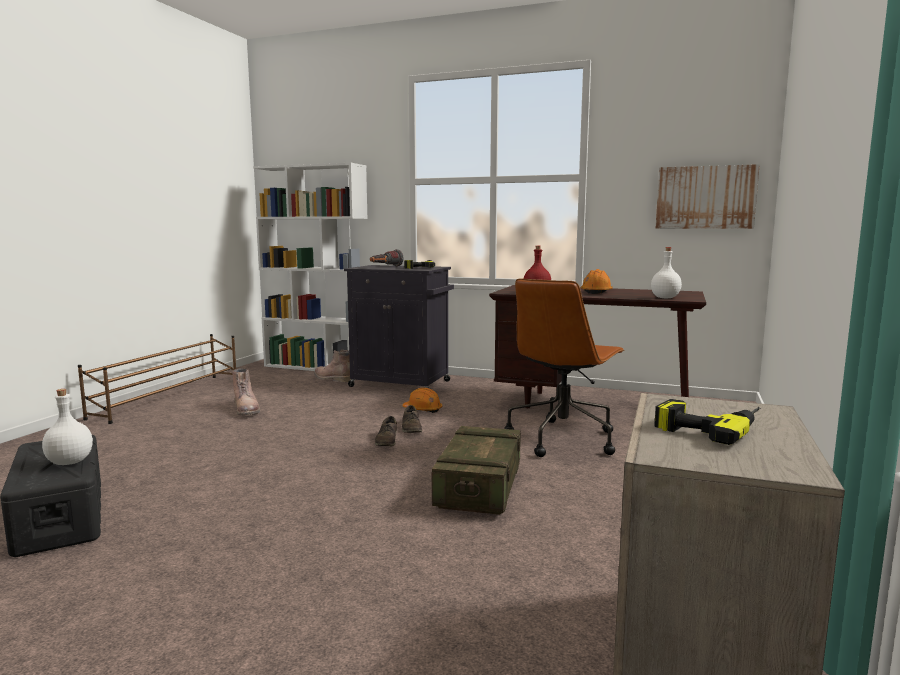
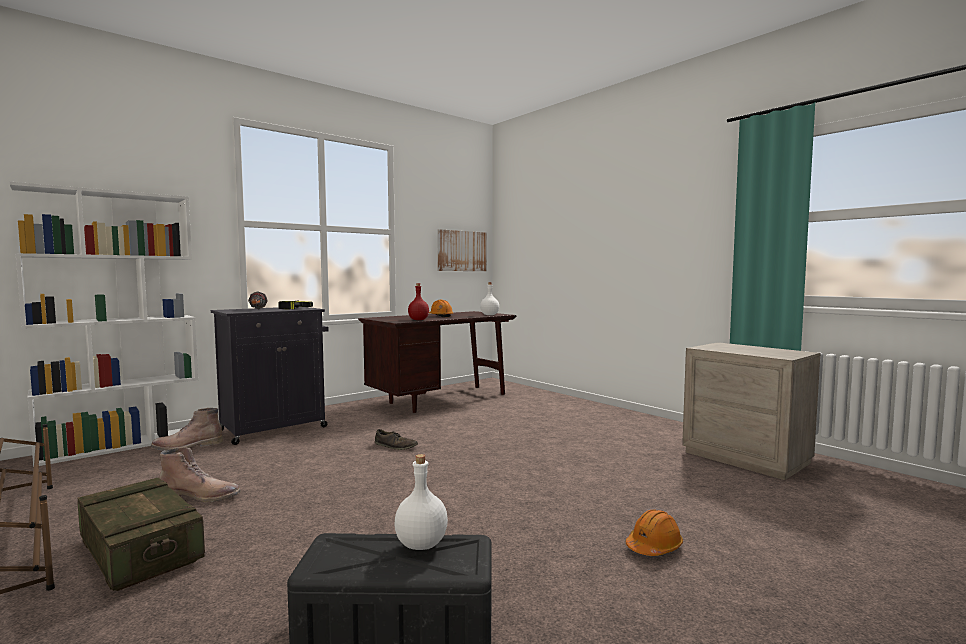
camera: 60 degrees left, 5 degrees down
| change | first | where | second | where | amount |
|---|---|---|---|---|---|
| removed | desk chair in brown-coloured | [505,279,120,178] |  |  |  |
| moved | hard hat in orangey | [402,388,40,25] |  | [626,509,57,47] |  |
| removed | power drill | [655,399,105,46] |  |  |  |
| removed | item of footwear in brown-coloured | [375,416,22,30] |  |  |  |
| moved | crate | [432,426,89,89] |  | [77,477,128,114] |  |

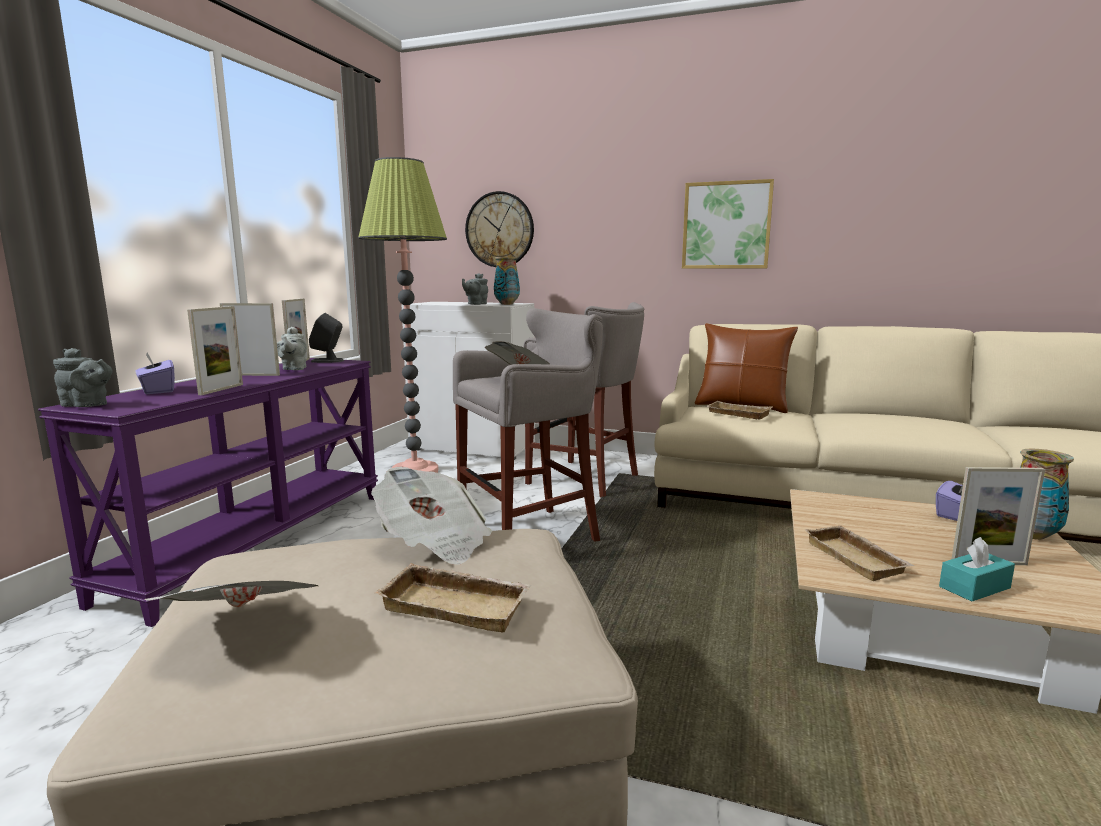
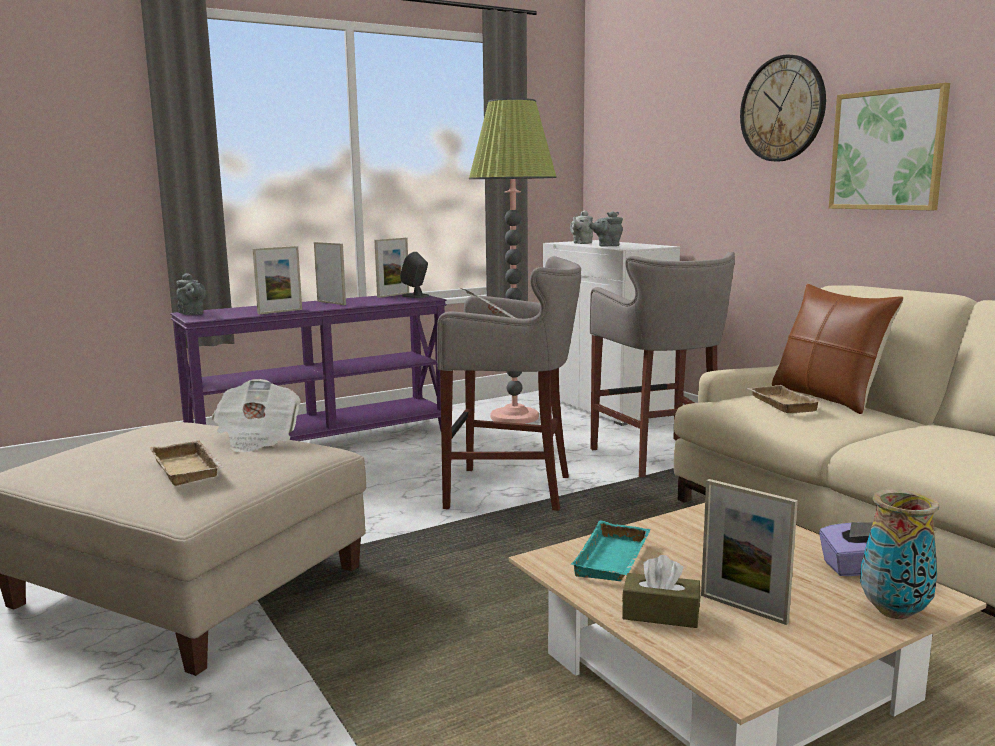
camera: 40 degrees right, 0 degrees up
| change | first | where | second | where | amount |
|---|---|---|---|---|---|
| moved | wall clock | [465,191,69,76] |  | [740,54,86,107] |  |
| removed | flower vase | [494,257,26,48] |  |  |  |
| moved | pot for tea in greyish | [277,327,30,43] |  | [570,210,23,34] |  |
| removed | box of tissues in purple | [136,353,39,41] |  |  |  |
| recoloured | serving tray in beige | [805,525,110,56] | serving tray in blue-green | [571,520,79,61] |  |
| recoloured | box of tissues in blue-green | [939,537,76,65] | box of tissues in brown-coloured | [622,555,78,73] |  |
| removed | daily paper | [144,581,174,26] |  |  |  |

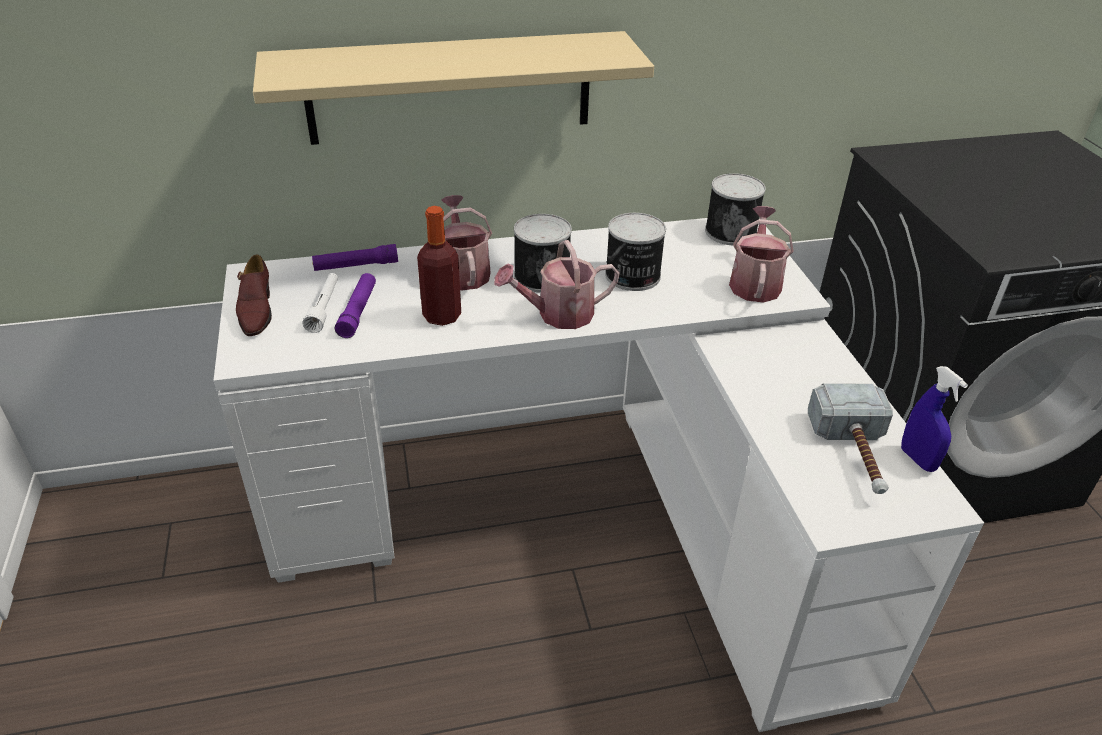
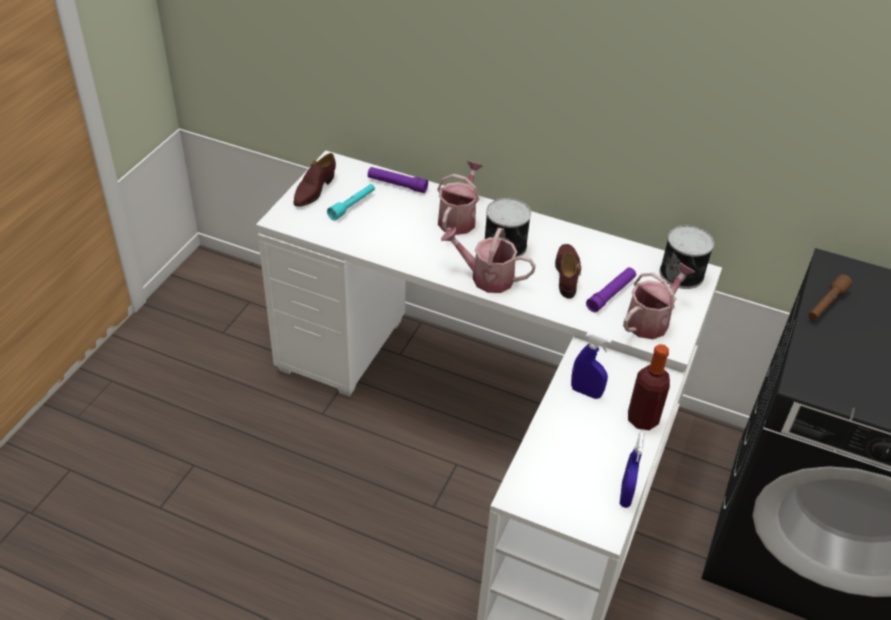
camera: 35 degrees right, 5 degrees up
| change | first | where | second | where | amount |
|---|---|---|---|---|---|
| removed | bracket shelf in beige | [253,31,401,114] |  |  |  |
| moved | bottle | [417,206,44,120] |  | [628,344,42,86] |  |
| replaced | metal can | [605,213,61,78] | item of footwear in brown-coloured | [555,244,26,55] |  |
| recoloured | flashlight in whitish | [302,273,36,60] | flashlight in blue-green | [327,184,48,37] |  |
| moved | flashlight in purple | [335,273,41,65] |  | [586,267,50,45] |  |
| removed | tool hammer | [808,383,85,111] |  |  |  |
| added |  |  | flashlight in brown-coloured | [808,274,44,46] |  |
| added |  |  | sprayer in bluish | [571,333,40,66] |  |

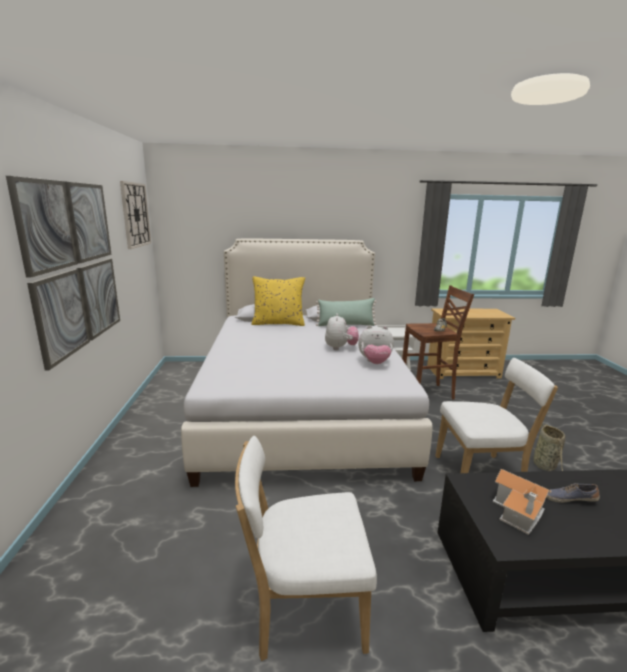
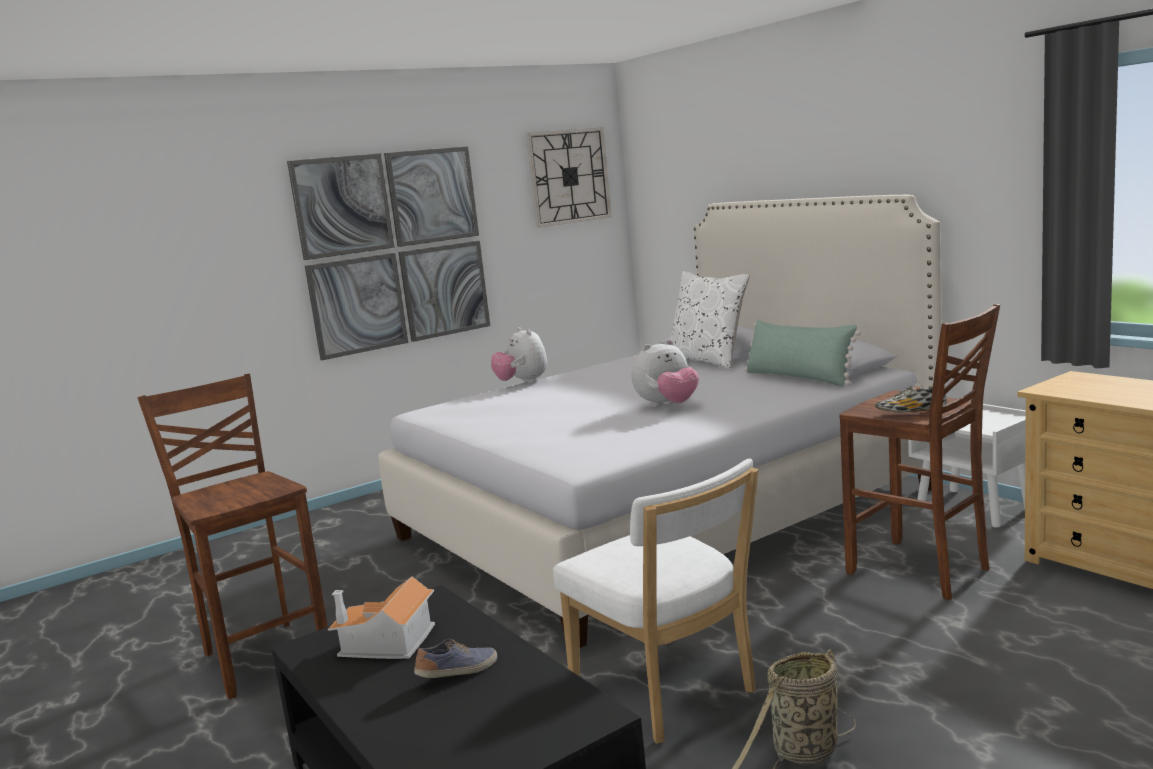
camera: 60 degrees right, 5 degrees down
| change | first | where | second | where | amount |
|---|---|---|---|---|---|
| recoloured | throw pillow in yellow-coloured | [251,276,54,50] | throw pillow in whitish | [671,271,79,98] |  |
| moved | plush toy | [358,325,36,39] |  | [491,327,56,57] |  |
| replaced | upright chair in whitish | [235,436,142,225] | sitting stool in brown-coloured | [137,374,191,325] |  |
| turned | item of footwear | [546,483,54,20] |  | [414,639,83,39] | 75 degrees clockwise |

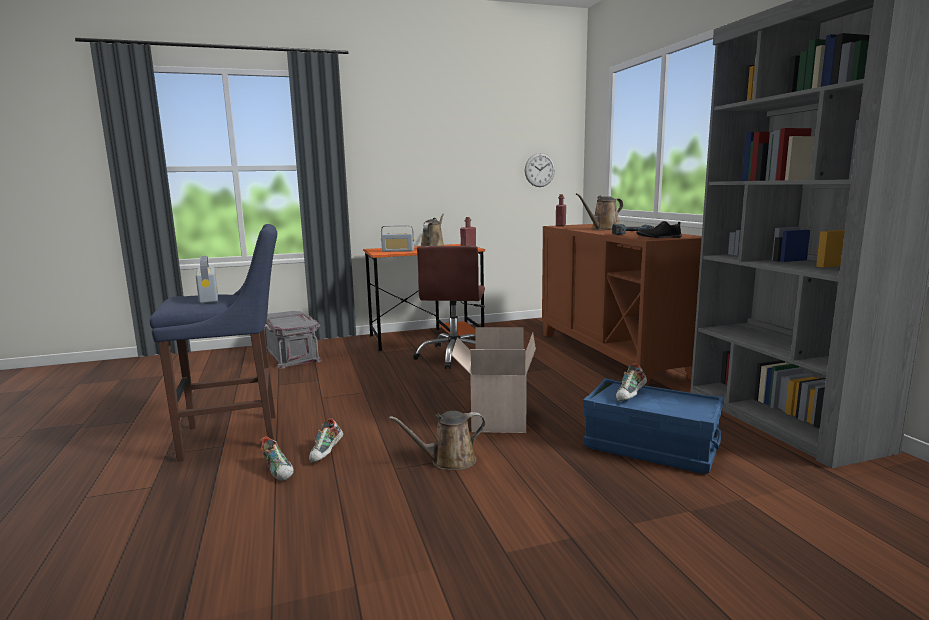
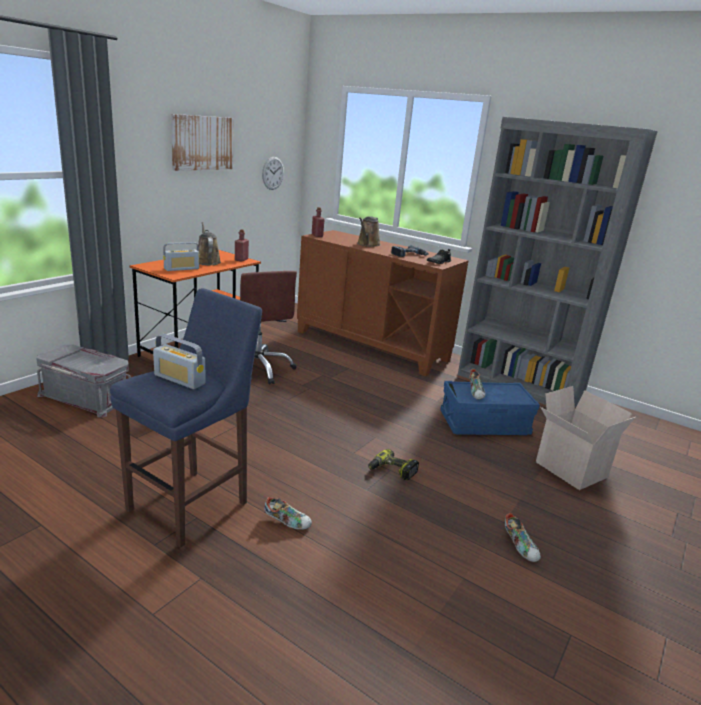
camera: 40 degrees left, 10 degrees up
| change | first | where | second | where | amount |
|---|---|---|---|---|---|
| moved | carton | [451,327,85,106] |  | [536,386,100,104] |  |
| replaced | sprinkling can in brown-coloured | [389,411,97,59] | power drill | [368,449,51,32] |  |
| moved | item of footwear | [309,418,34,45] |  | [505,513,36,49] |  |
| added |  |  | wall art | [171,114,63,57] |  |

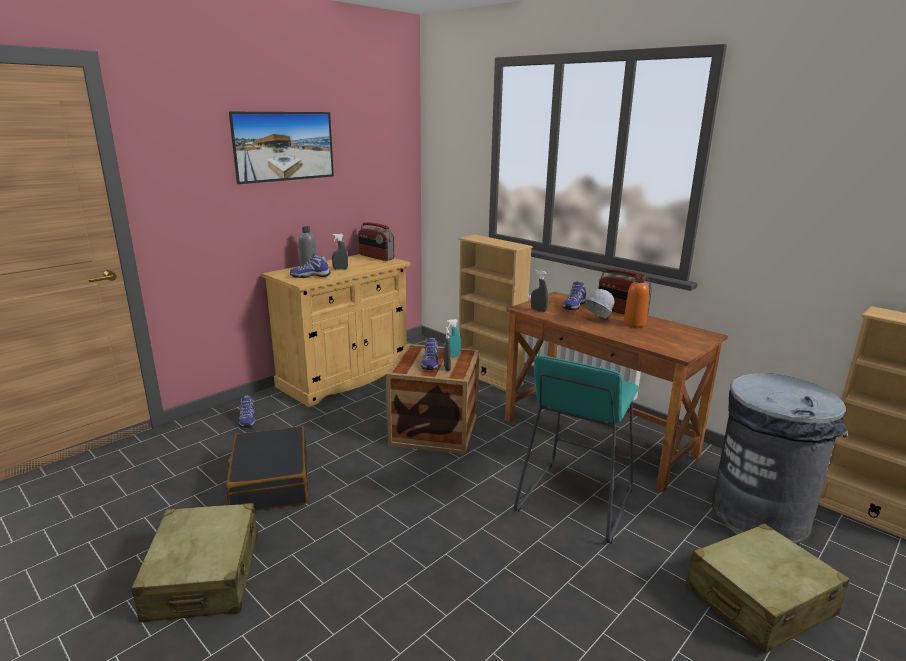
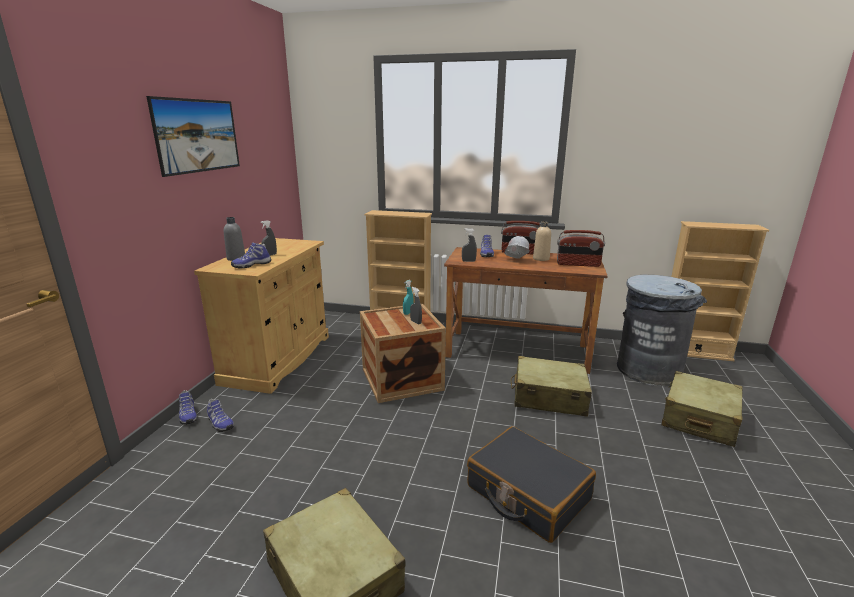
camera: 30 degrees left, 0 degrees up
| change | first | where | second | where | amount |
|---|---|---|---|---|---|
| moved | radio | [358,222,36,39] |  | [557,230,48,37] |  |
| recoloured | bottle in orangey | [623,274,26,54] | bottle in beige | [533,221,18,40] |  |
| moved | item of footwear | [421,338,18,32] |  | [179,390,18,35] |  |
| replaced | sitting stool in blue-green | [514,355,125,188] | travel case in beige | [510,356,82,61] |  |
| moved | travel case in black-coloured | [226,426,82,85] |  | [467,426,129,117] |  |

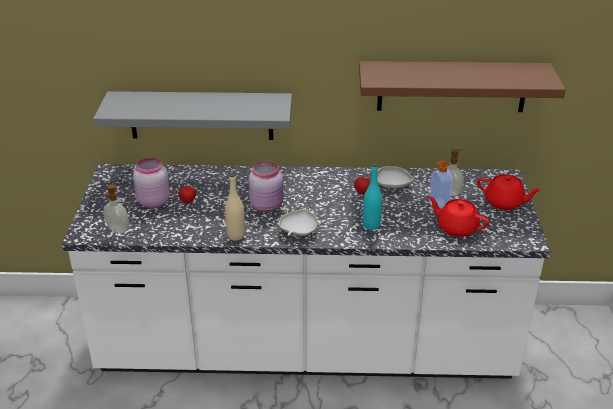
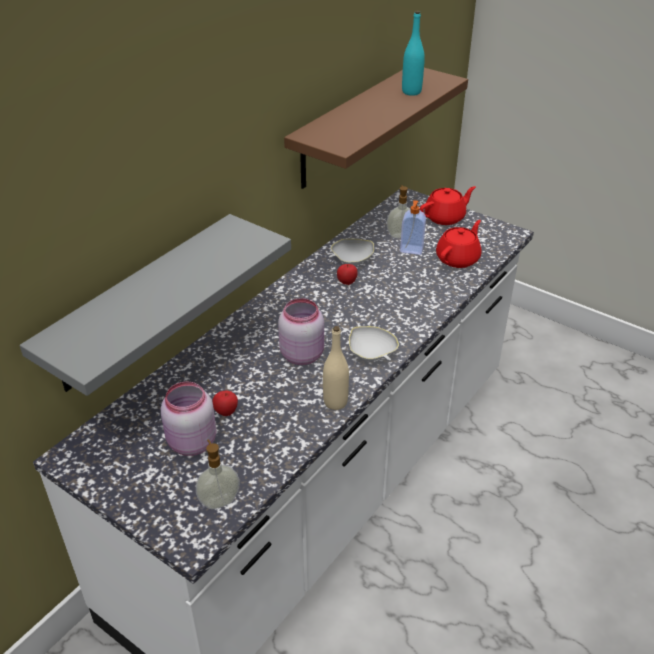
camera: 55 degrees left, 5 degrees up
| change | first | where | second | where | amount |
|---|---|---|---|---|---|
| moved | bottle in blue-green | [363,164,19,66] |  | [402,11,23,85] |  |
| turned | pot for tea in red-coloured | [428,196,61,41] |  | [436,220,46,48] | 150 degrees clockwise |

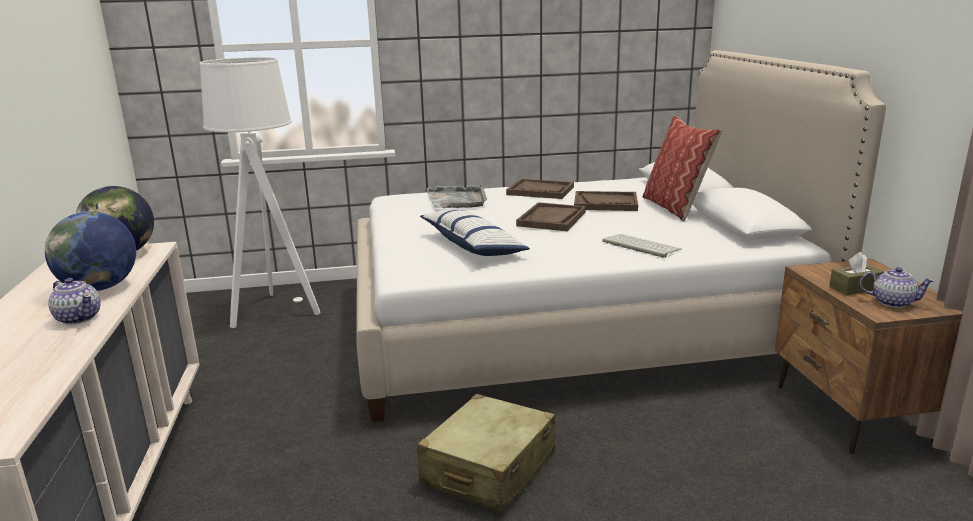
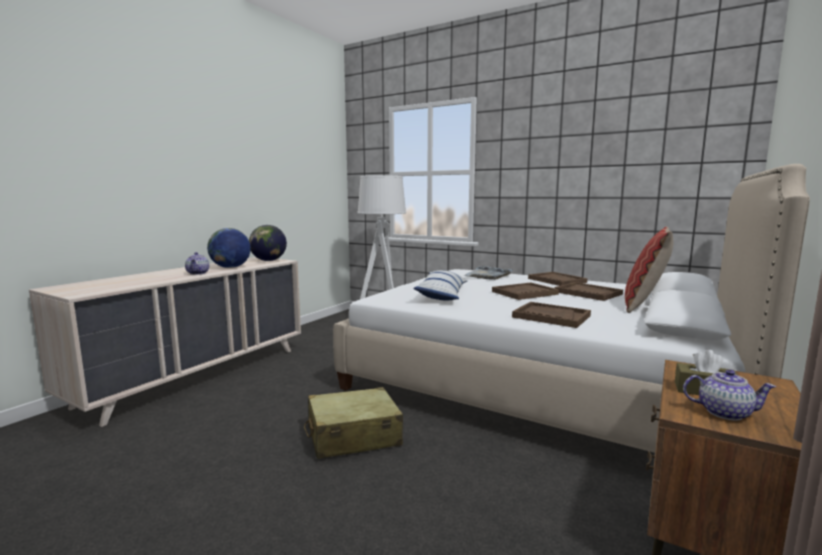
camera: 40 degrees right, 10 degrees down
| change | first | where | second | where | amount |
|---|---|---|---|---|---|
| replaced | computer keyboard | [602,234,80,24] | serving tray in brown-coloured | [512,302,79,26] |  |
| turned | pot for tea | [860,267,75,41] |  | [683,369,93,52] | 45 degrees counterclockwise |

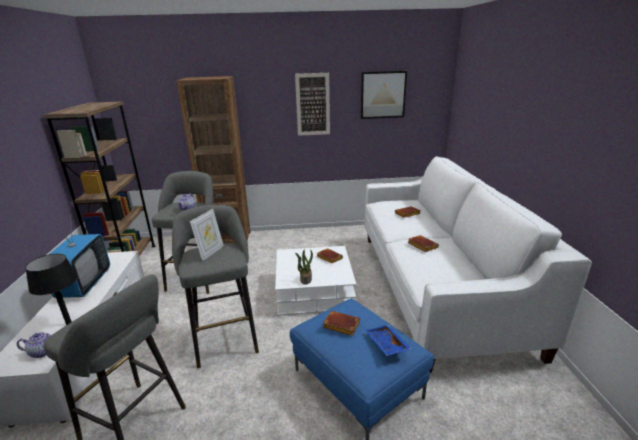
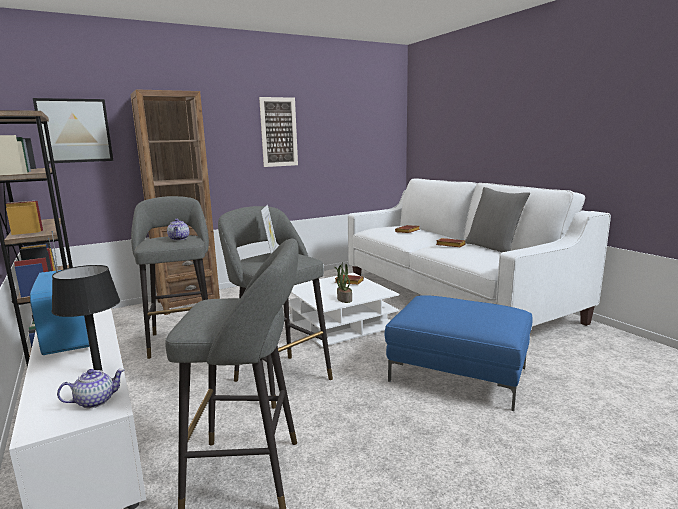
camera: 25 degrees left, 10 degrees down
| change | first | where | second | where | amount |
|---|---|---|---|---|---|
| moved | wall art | [361,71,46,48] |  | [33,98,80,65] |  |
| removed | volume in brown-coloured | [323,311,37,25] |  |  |  |
| removed | serving tray in bluish | [365,325,46,31] |  |  |  |
| added |  |  | throw pillow in greyish | [466,187,64,66] |  |

